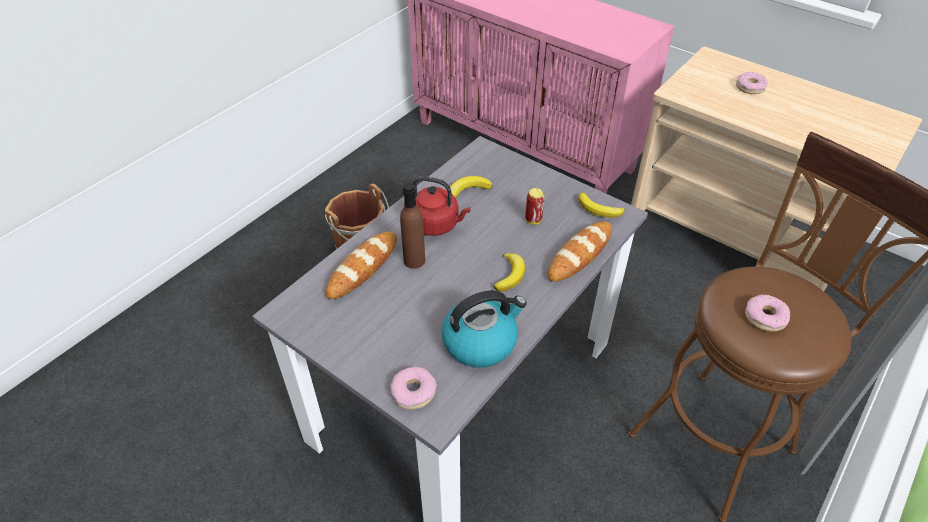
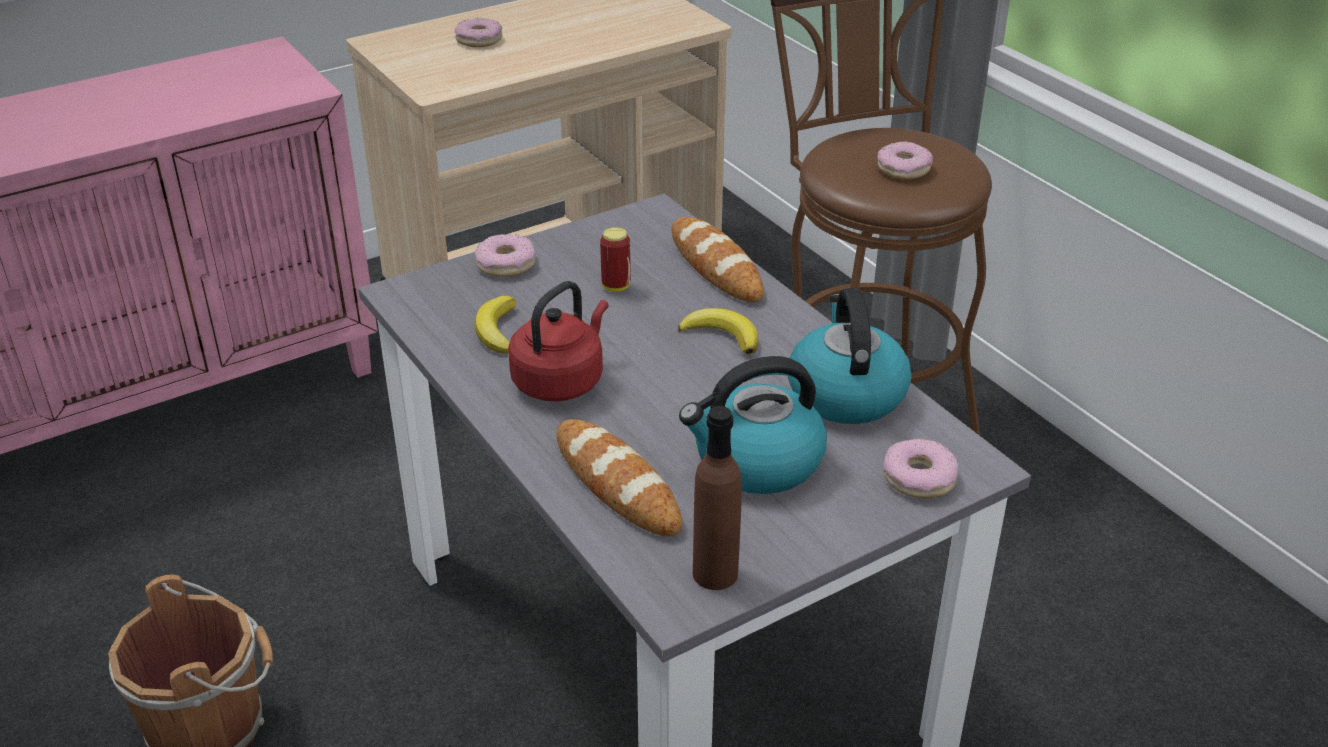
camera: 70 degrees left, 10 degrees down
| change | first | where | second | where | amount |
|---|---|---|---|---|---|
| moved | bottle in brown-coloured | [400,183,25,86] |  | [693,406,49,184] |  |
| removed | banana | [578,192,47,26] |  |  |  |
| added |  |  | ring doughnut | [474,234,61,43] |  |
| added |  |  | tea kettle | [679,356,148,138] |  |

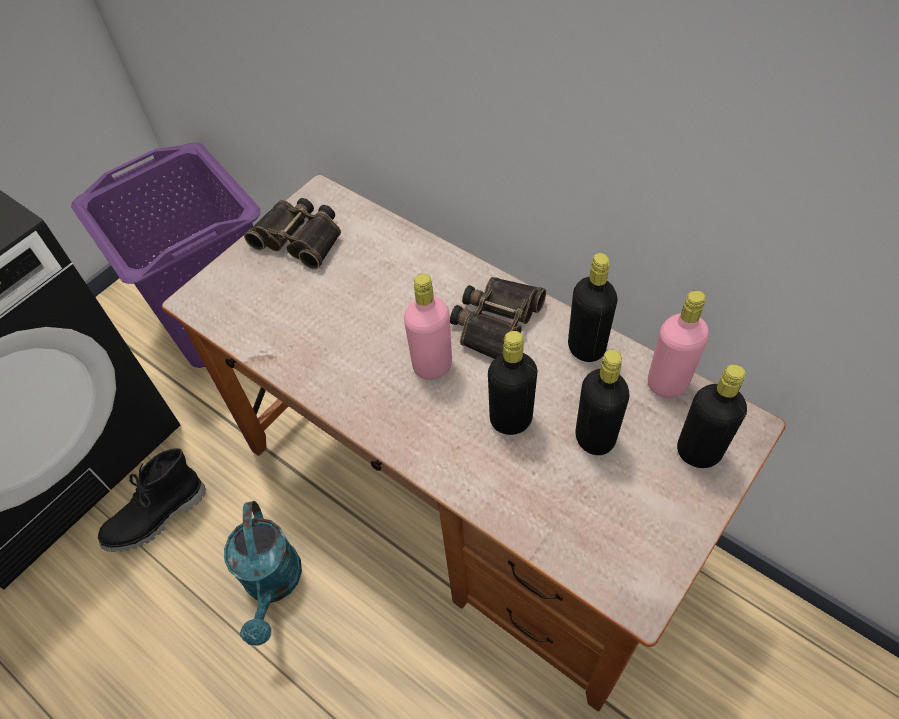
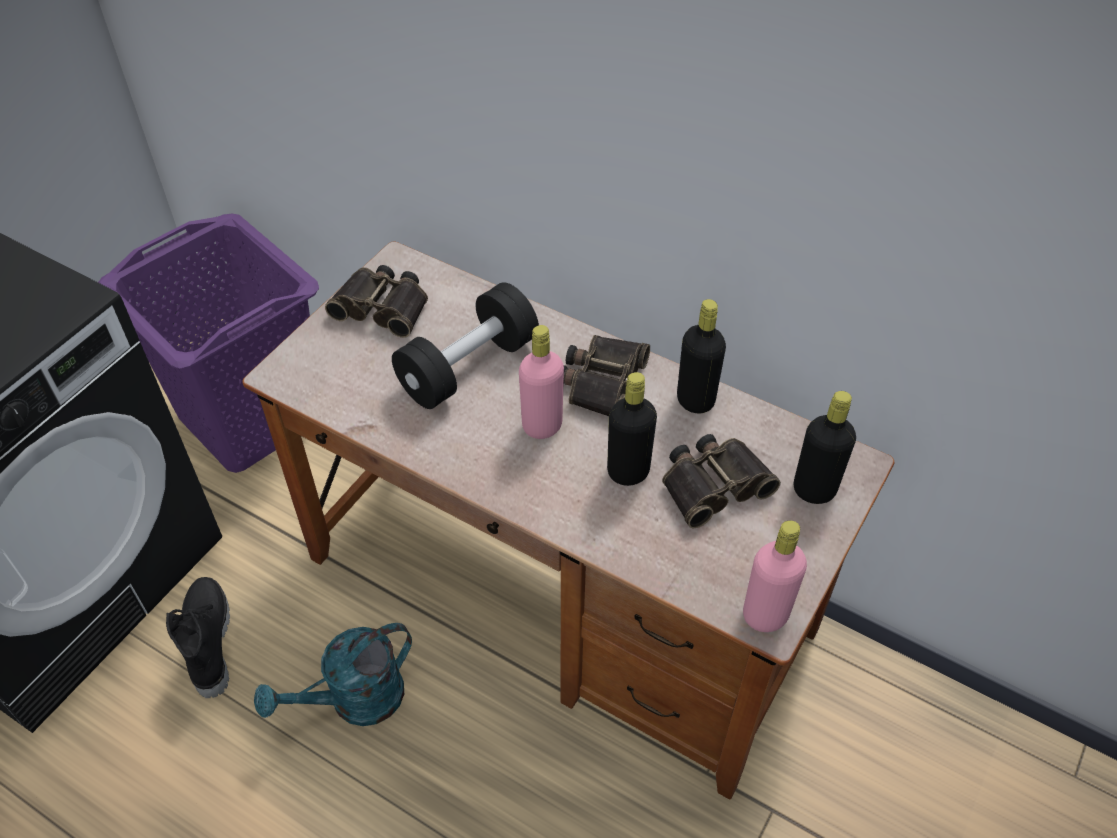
camera: 10 degrees left, 5 degrees down
| change | first | where | second | where | amount |
|---|---|---|---|---|---|
| moved | bottle in pink | [648,291,61,107] |  | [743,520,64,112] |  |
| replaced | bottle in black-coloured | [576,350,53,105] | pair of binoculars | [662,434,119,95] |  |
| turned | high-top boot in black-coloured | [98,448,108,104] |  | [166,577,64,121] | 120 degrees clockwise |
| turned | sprinkling can in blue-green | [224,501,78,145] |  | [254,623,158,103] | 75 degrees clockwise |
| added |  |  | hand weight in black-coloured | [392,282,147,127] |  |

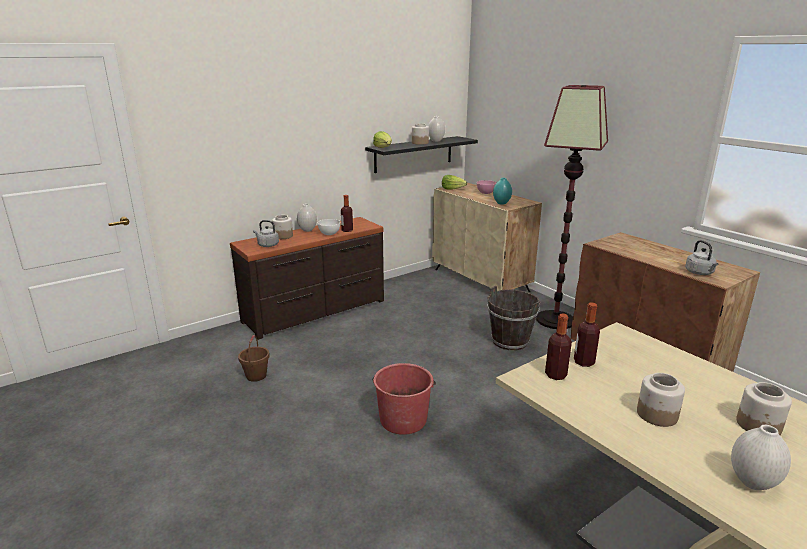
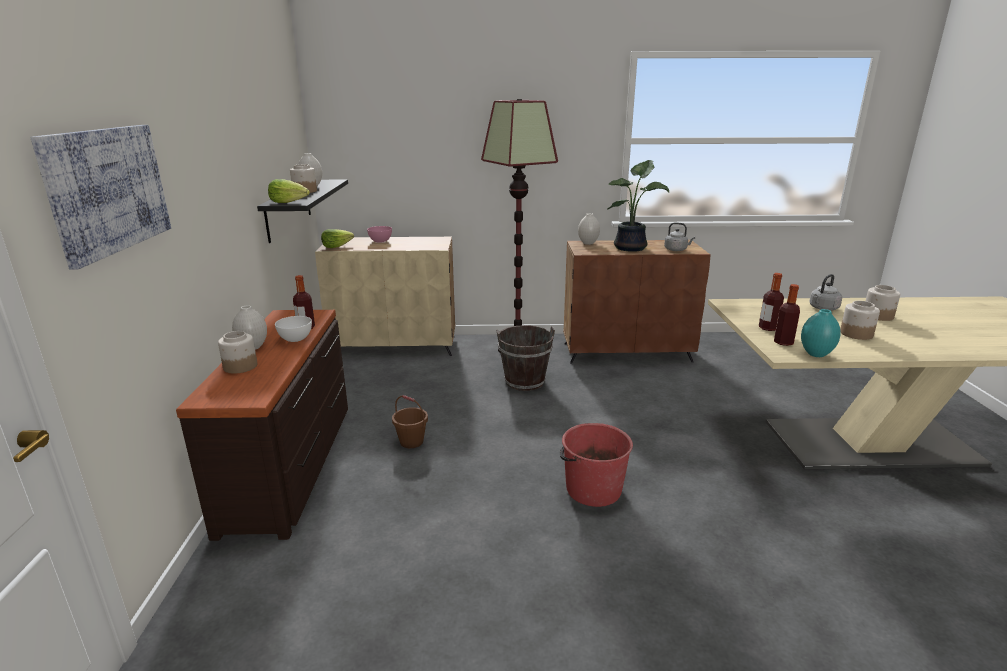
camera: 55 degrees left, 0 degrees up
| change | first | where | second | where | amount |
|---|---|---|---|---|---|
| moved | flower vase in blue-green | [493,178,19,26] |  | [801,309,40,48] |  |
| moved | tea kettle in greyish | [253,220,26,27] |  | [810,274,32,37] |  |
| moved | water bucket in brown-coloured | [238,335,32,47] |  | [392,395,36,53] |  |
| moved | flower vase in whitish | [731,425,60,65] |  | [578,213,22,32] |  |
| added |  |  | wall art | [30,125,141,145] |  |
| added |  |  | plant in a pot | [608,160,61,92] |  |

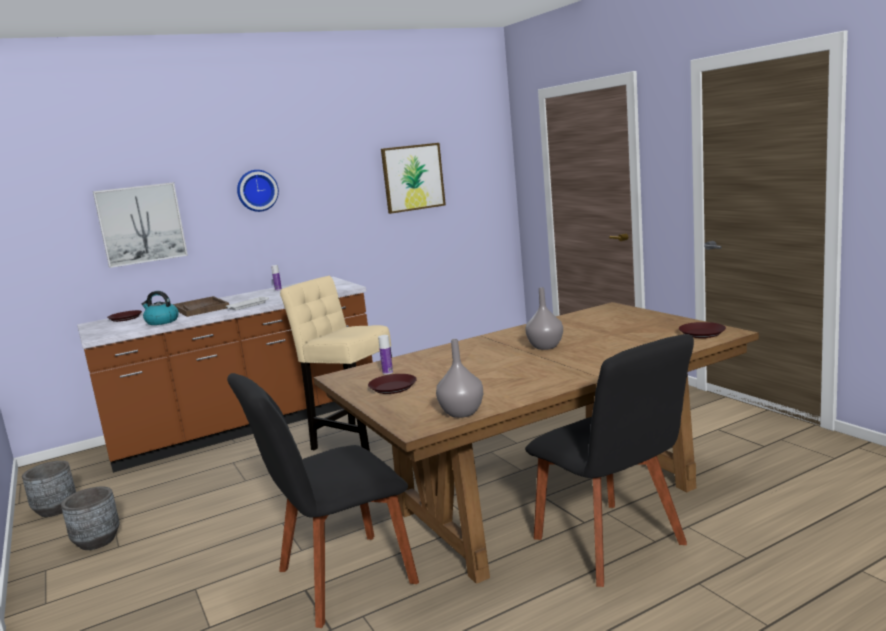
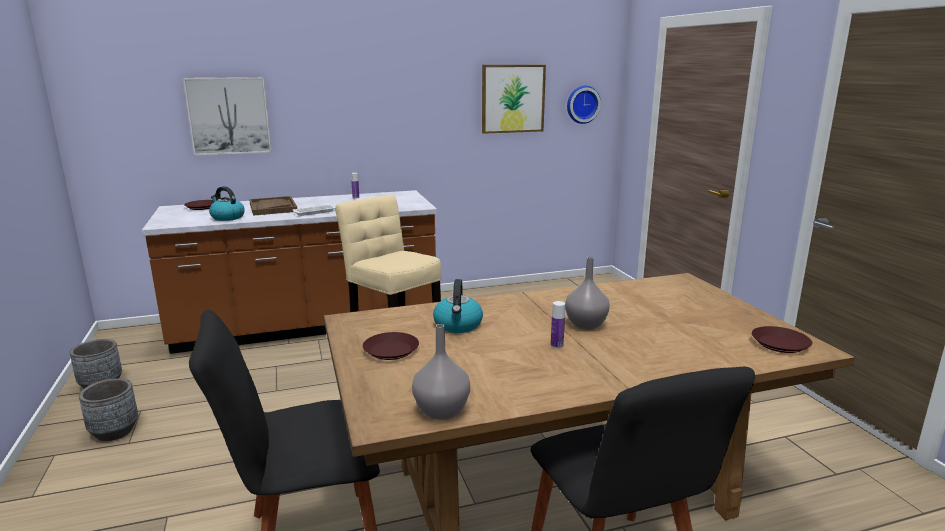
camera: 10 degrees right, 5 degrees up
| change | first | where | second | where | amount |
|---|---|---|---|---|---|
| moved | wall clock | [237,170,42,42] |  | [567,86,34,38] |  |
| moved | bottle | [378,335,15,40] |  | [551,301,14,48] |  |
| added |  |  | tea kettle | [433,279,50,54] |  |

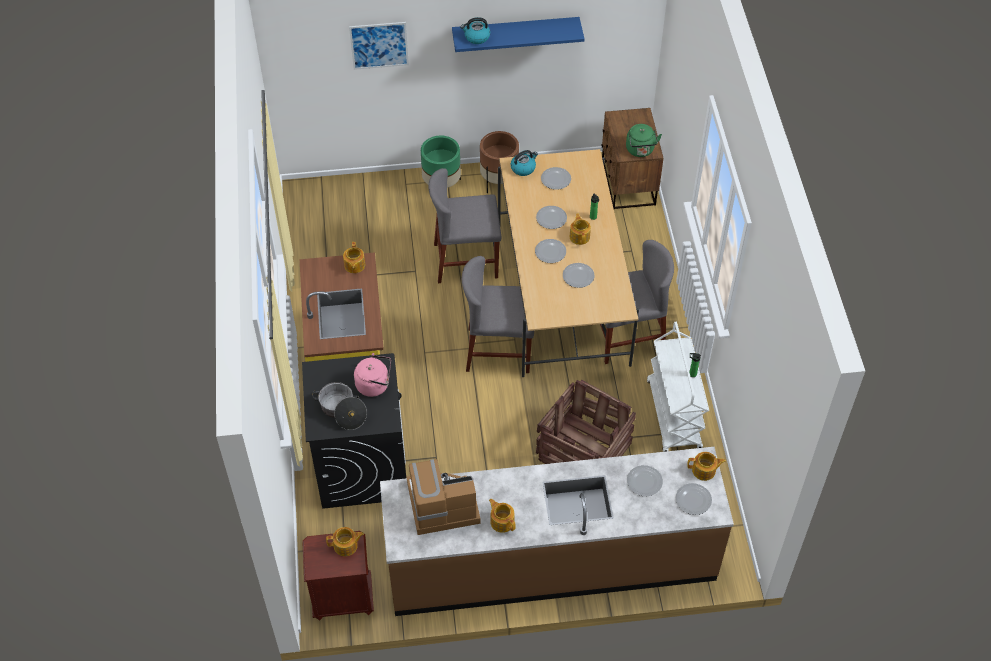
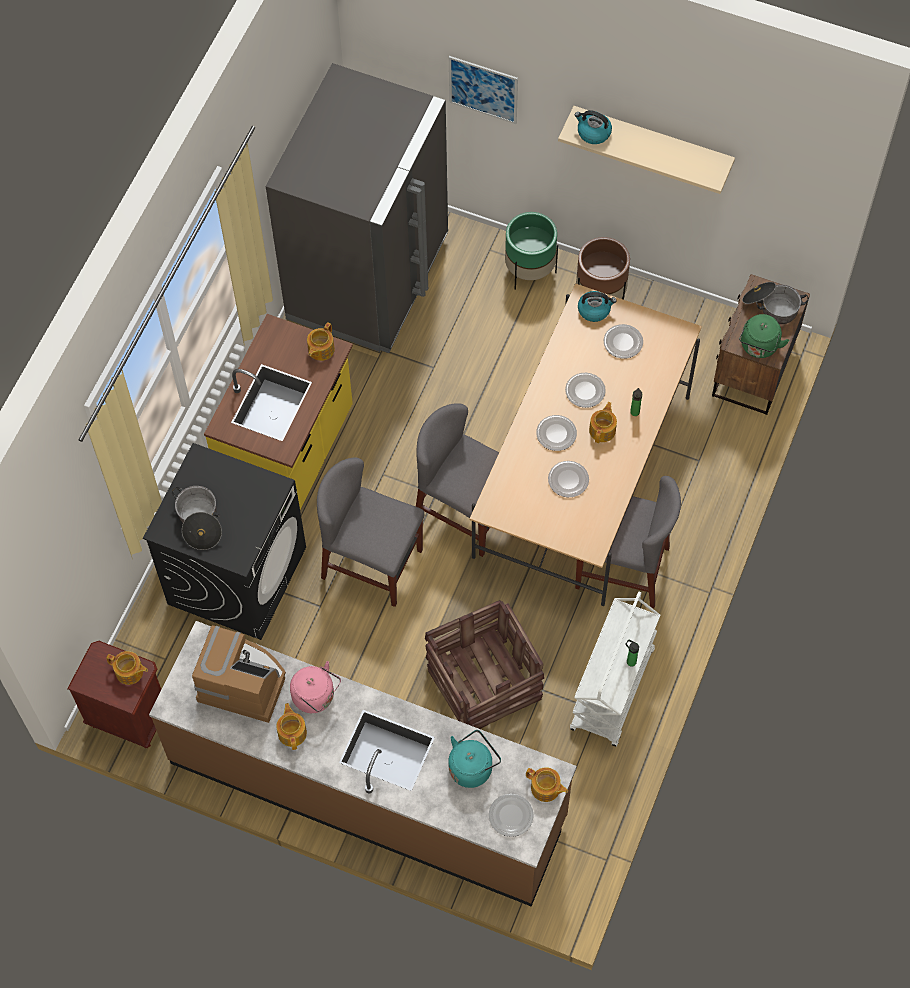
camera: 30 degrees right, 10 degrees up
| change | first | where | second | where | amount |
|---|---|---|---|---|---|
| recoloured | bracket shelf in bluish | [452,17,132,35] | bracket shelf in beige | [558,106,177,88] |  |
| moved | upright chair in greyish | [428,168,73,115] |  | [317,457,108,150] |  |
| moved | tea kettle in pink | [354,353,37,44] |  | [290,661,51,52] |  |
| replaced | flat dish | [627,465,36,31] | tea kettle in blue-green | [448,730,53,58] |  |
| added |  |  | fridge in greyish | [266,63,182,290] |  |
| added |  |  | stockpot | [742,282,67,42] |  |

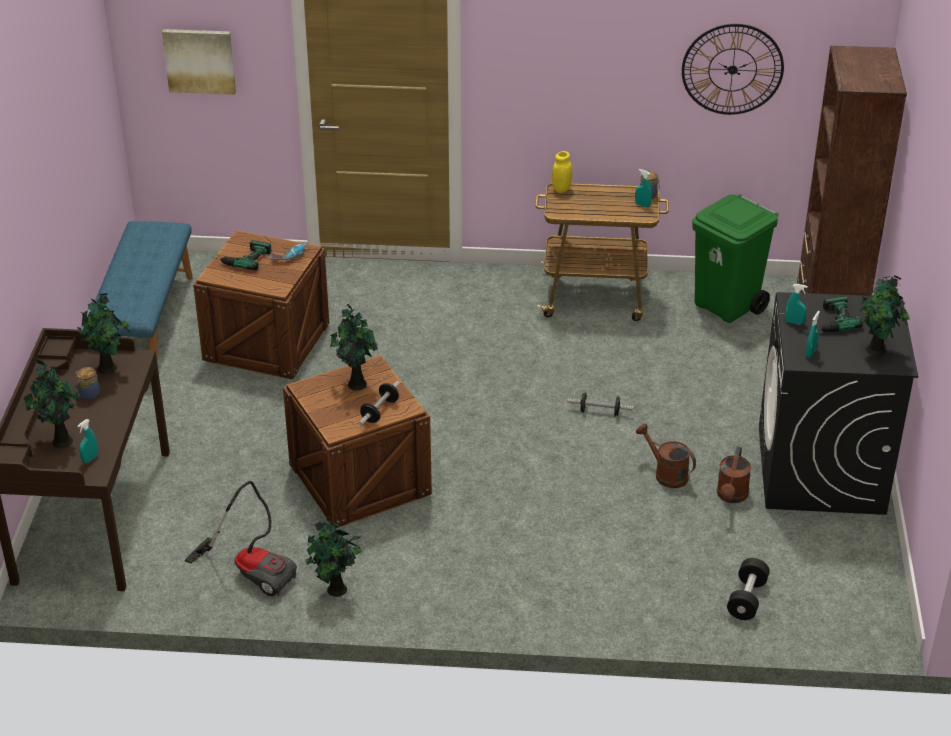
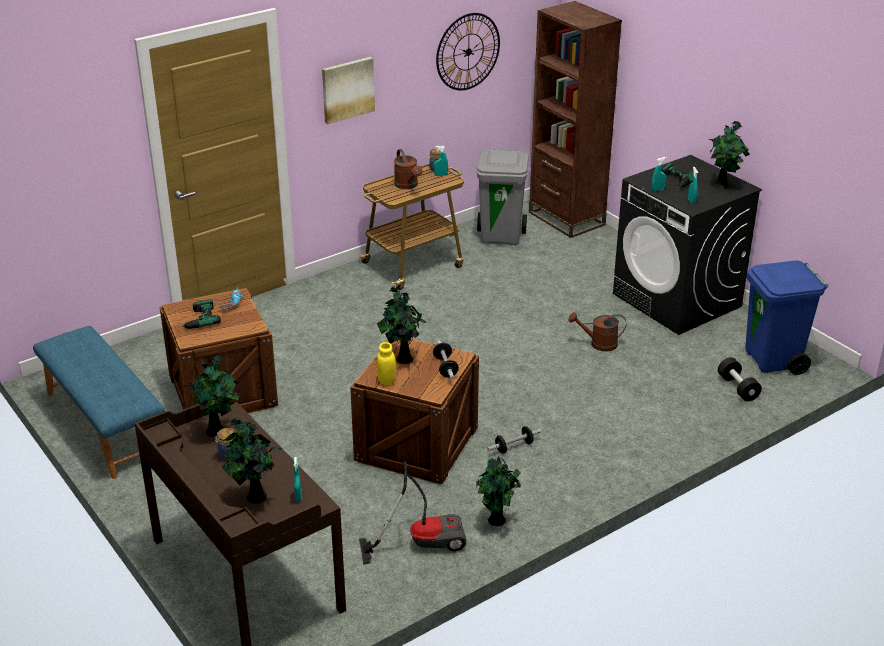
camera: 40 degrees left, 5 degrees down
| change | first | where | second | where | amount |
|---|---|---|---|---|---|
| moved | wall art | [162,29,74,66] |  | [322,57,53,67] |  |
| moved | storage jar in yellow-coloured | [552,151,20,42] |  | [377,342,19,43] |  |
| recoloured | rubbish bin in green-coloured | [692,194,87,129] | rubbish bin in greyish | [477,149,52,96] |  |
| moved | hand weight | [568,392,65,25] |  | [487,426,54,28] |  |
| moved | sprinkling can in brown-coloured | [717,447,34,56] |  | [394,149,28,40] |  |
| added |  |  | rubbish bin in bluish | [745,261,83,114] |  |

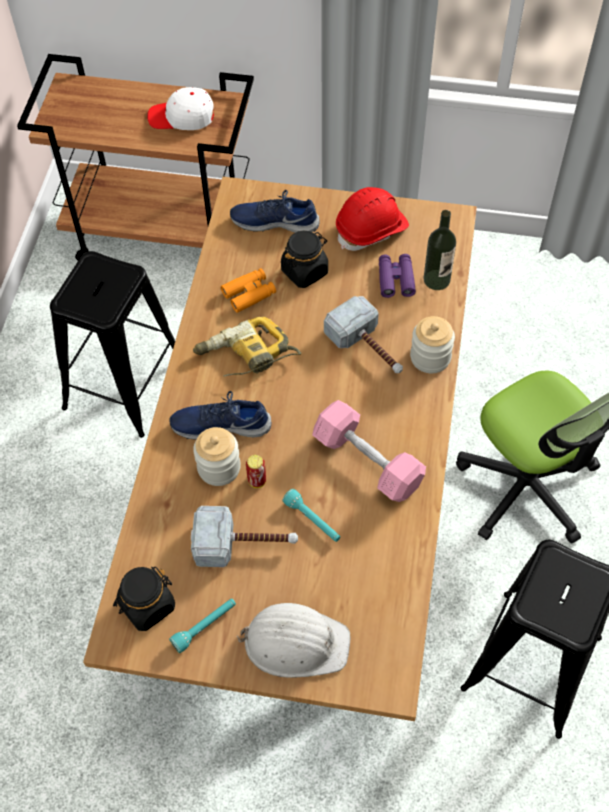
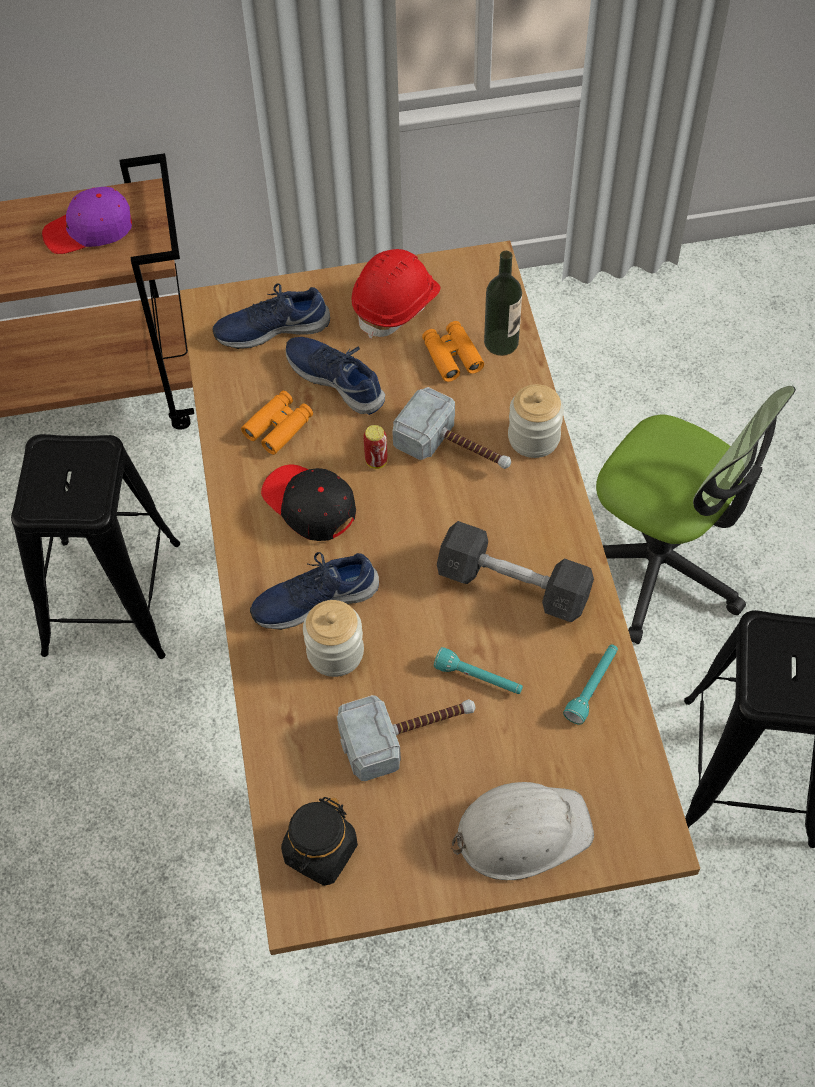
camera: 20 degrees left, 0 degrees up
| change | first | where | second | where | amount |
|---|---|---|---|---|---|
| recoloured | cap in whitish | [147,87,67,43] | cap in purple | [42,187,90,67] |  |
| replaced | storage jar in black-coloured | [281,231,47,57] | item of footwear in bluish | [286,337,99,78] |  |
| recoloured | pair of binoculars in purple | [379,254,37,44] | pair of binoculars in orangey | [422,321,62,61] |  |
| replaced | power drill | [193,317,109,60] | cap in black-coloured | [261,465,95,76] |  |
| recoloured | hand weight in pink | [312,400,114,102] | hand weight in greyish | [437,521,157,101] |  |
| moved | metal can | [246,455,20,33] |  | [363,425,24,44] |  |
| moved | flashlight in blue-green | [169,599,67,54] |  | [563,645,55,80] |  |

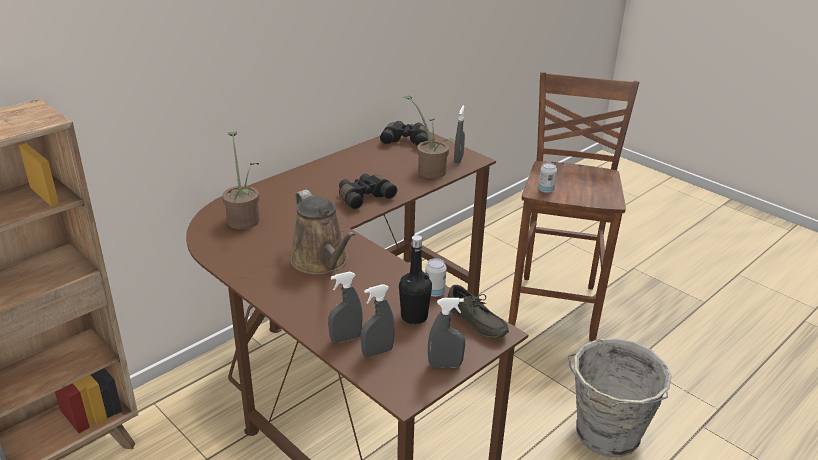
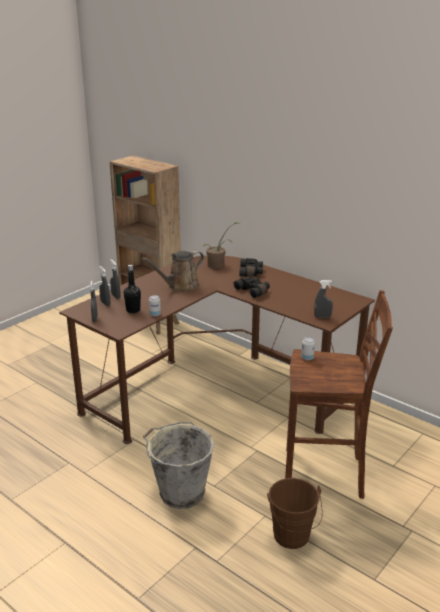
camera: 85 degrees right, 5 degrees down
| change | first | where | second | where | amount |
|---|---|---|---|---|---|
| removed | plant in a pot | [402,96,54,83] |  |  |  |
| moved | pair of binoculars in black-coloured | [380,121,48,25] |  | [239,258,24,19] |  |
| removed | item of footwear in greyish | [447,285,62,54] |  |  |  |
| added |  |  | water bucket in brown-coloured | [267,478,56,71] |  |

